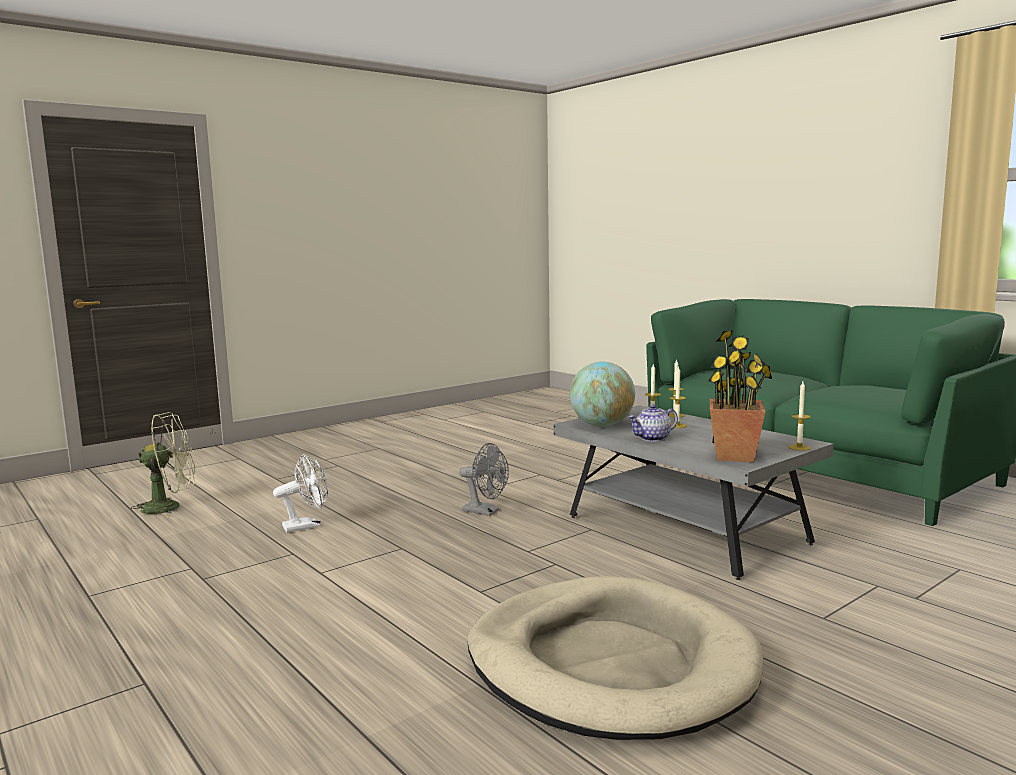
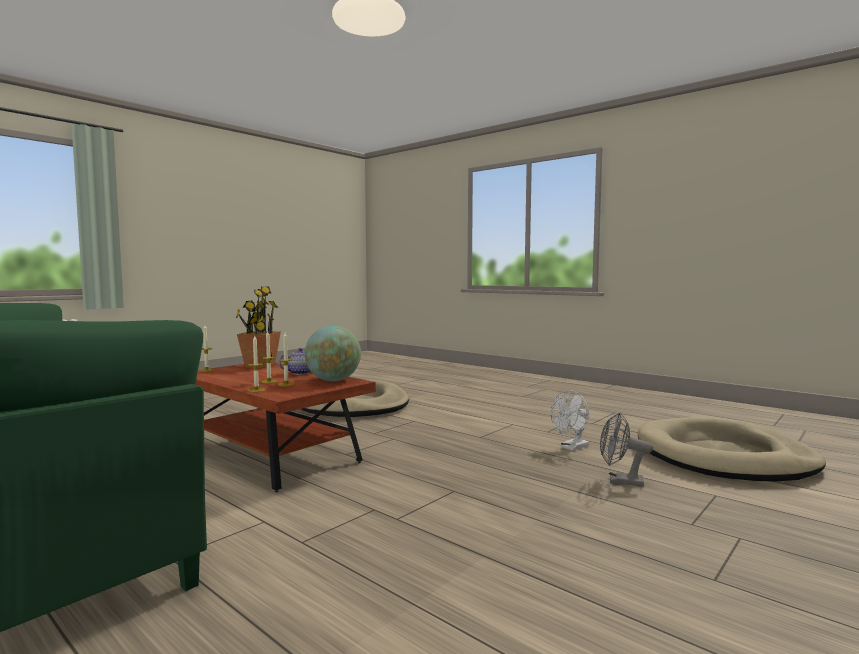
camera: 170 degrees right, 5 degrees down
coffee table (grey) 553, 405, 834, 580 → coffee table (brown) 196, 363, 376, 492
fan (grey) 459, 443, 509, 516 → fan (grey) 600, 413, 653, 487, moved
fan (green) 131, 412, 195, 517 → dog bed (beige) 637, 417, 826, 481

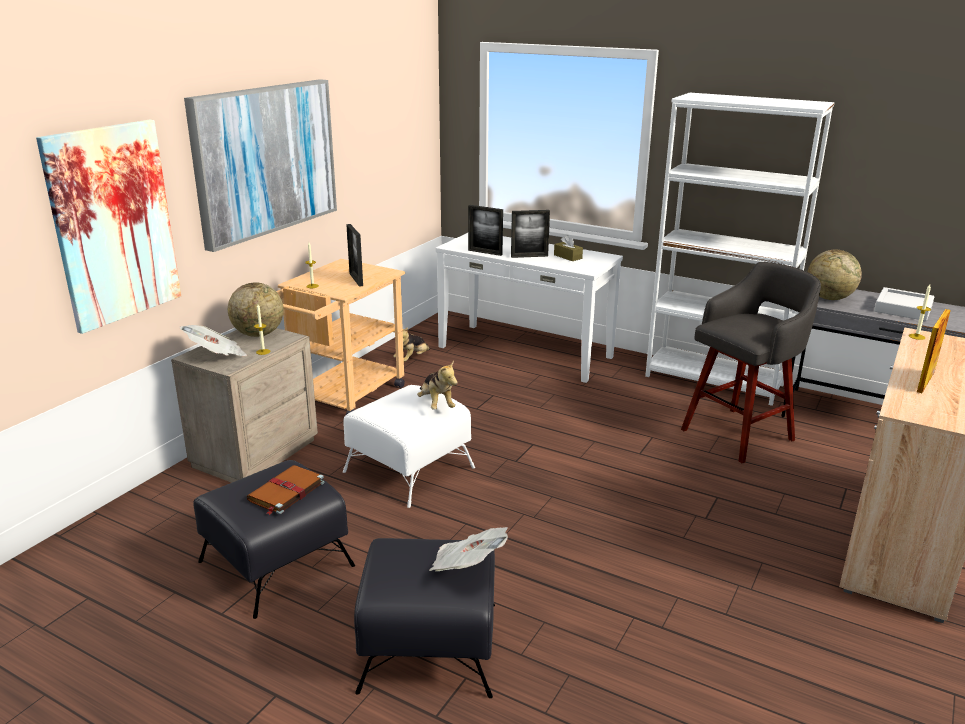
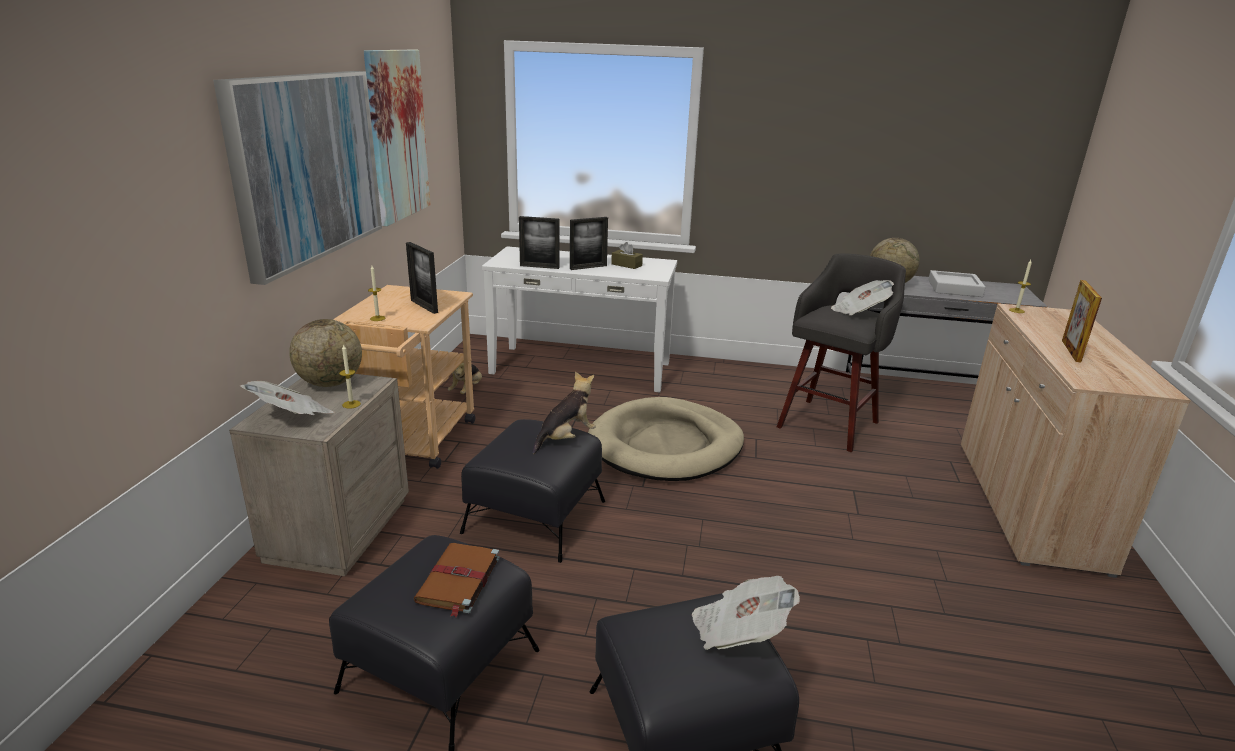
camera: 20 degrees left, 0 degrees up
picture 36, 120, 181, 334 → picture 364, 49, 431, 226, moved
ottoman (white) 343, 385, 475, 508 → ottoman (black) 460, 419, 605, 563
plush toy 417, 360, 458, 410 → plush toy 532, 372, 596, 454, 90 degrees counterclockwise
- → dog bed (beige) 588, 397, 744, 481
- → newspaper 831, 280, 894, 315
bookcase (white) 645, 93, 835, 406 → -

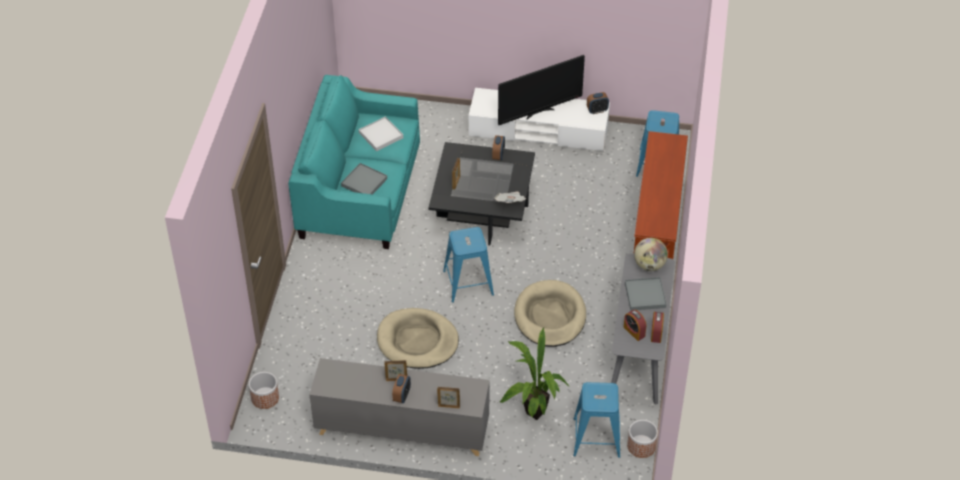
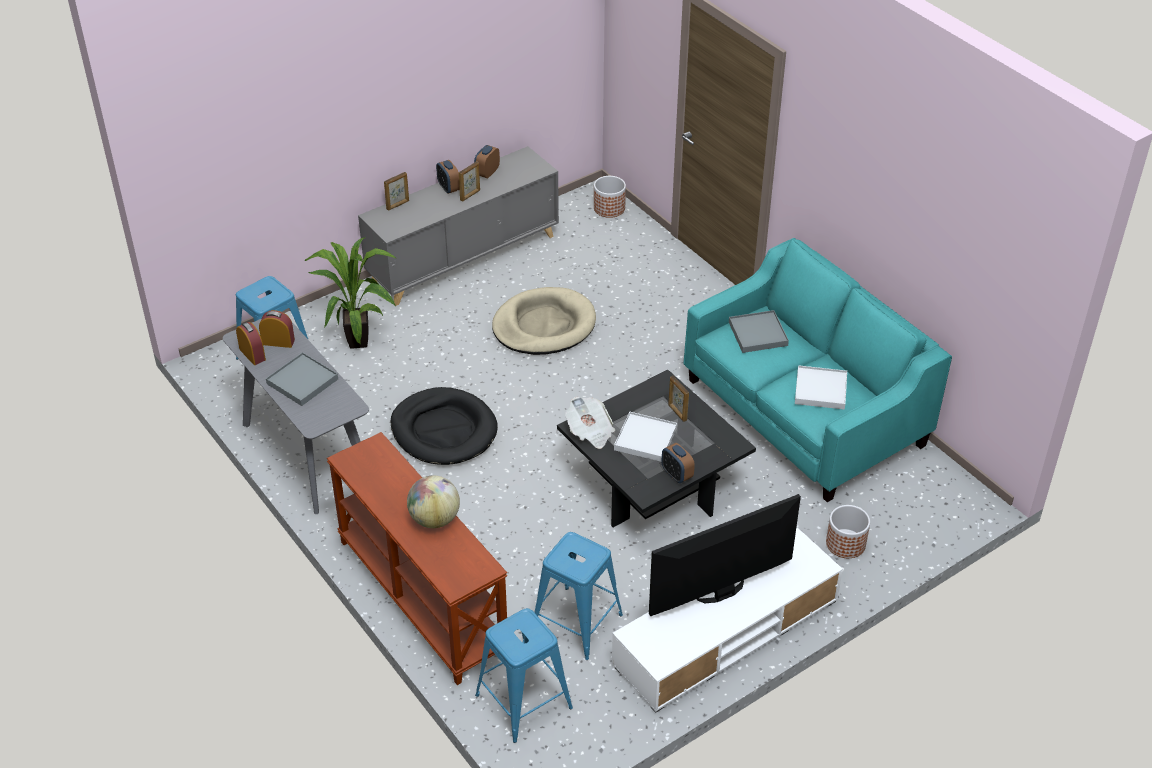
camera: 135 degrees right, 5 degrees down
dog bed (beige) 514, 280, 586, 347 → dog bed (black) 390, 387, 498, 465
globe 634, 238, 668, 271 → globe 407, 476, 460, 528, moved
alarm clock 587, 92, 609, 114 → alarm clock 474, 145, 500, 179, moved
stool (blue) 443, 227, 494, 303 → stool (blue) 534, 532, 623, 660, moved
- → tray (white) 614, 412, 677, 462
television 498, 55, 585, 125 → television 649, 494, 801, 616, 45 degrees clockwise
planter 627, 420, 658, 458 → planter 826, 505, 870, 558, moved

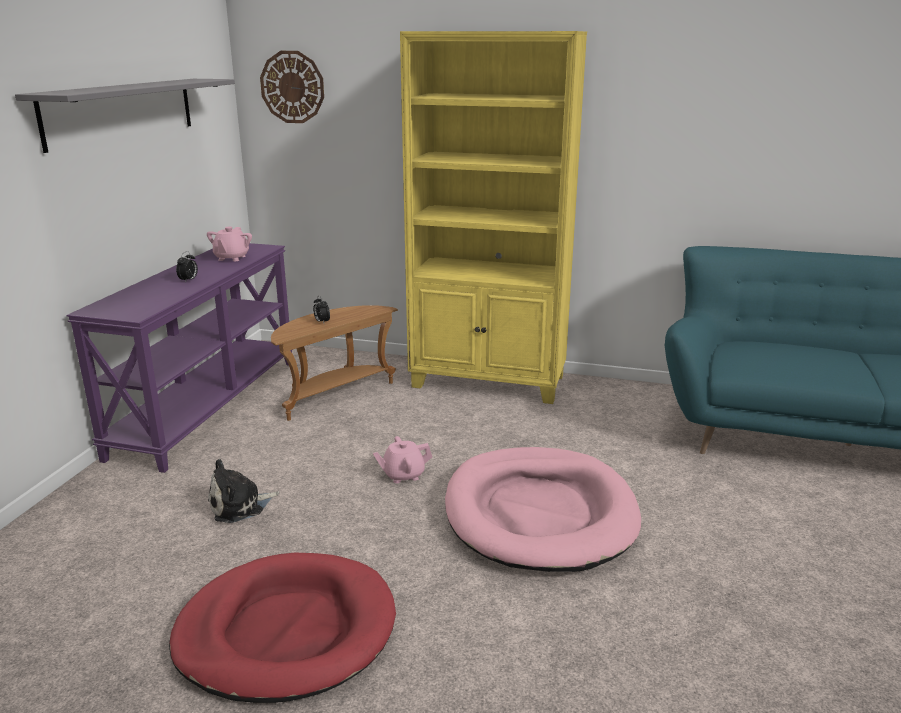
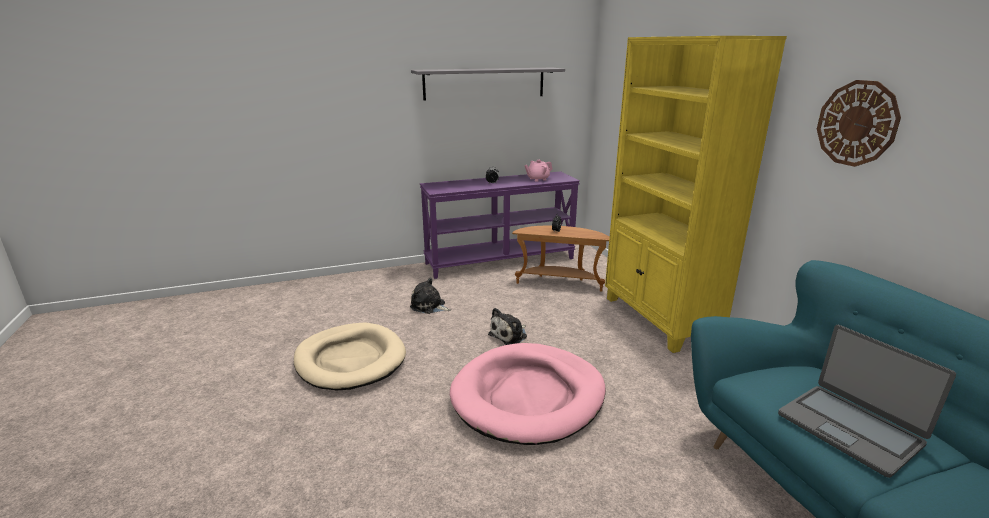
camera: 55 degrees right, 0 degrees up
dog bed (red) 169, 553, 396, 703 → dog bed (beige) 294, 323, 406, 390
teapot (pink) 373, 436, 432, 483 → plush toy 488, 308, 527, 345
- → laptop 778, 325, 956, 478
wall clock 260, 51, 324, 123 → wall clock 817, 80, 901, 167, moved

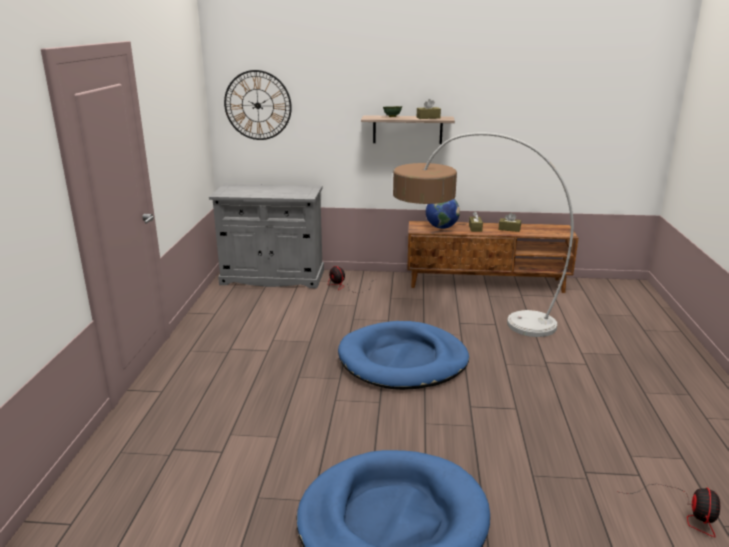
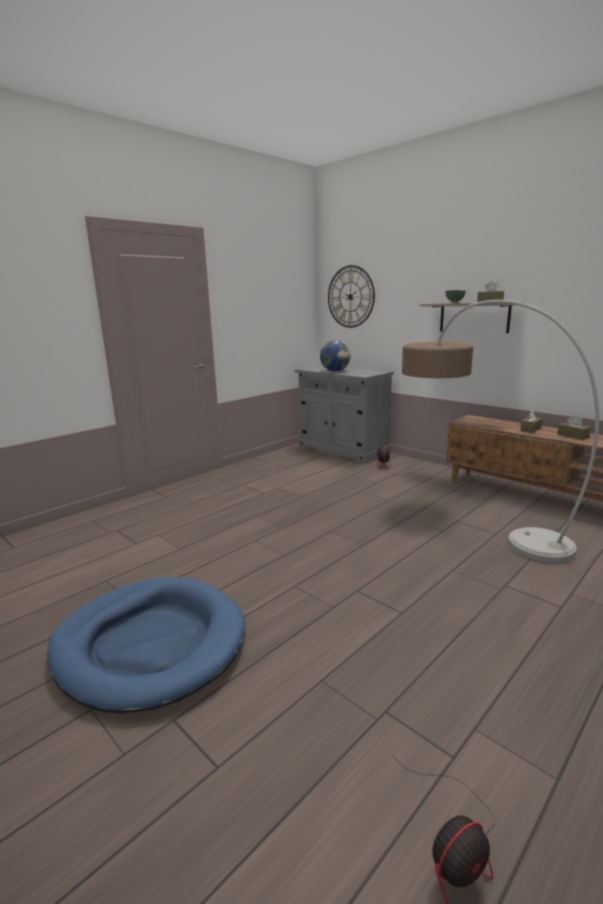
camera: 40 degrees right, 5 degrees down
globe 426, 199, 460, 229 → globe 320, 341, 350, 371, moved
dog bed (blue) 338, 321, 469, 390 → -

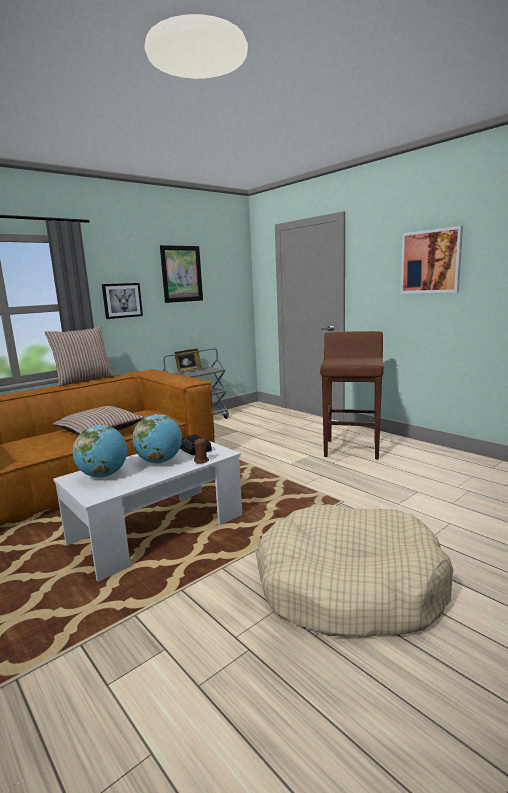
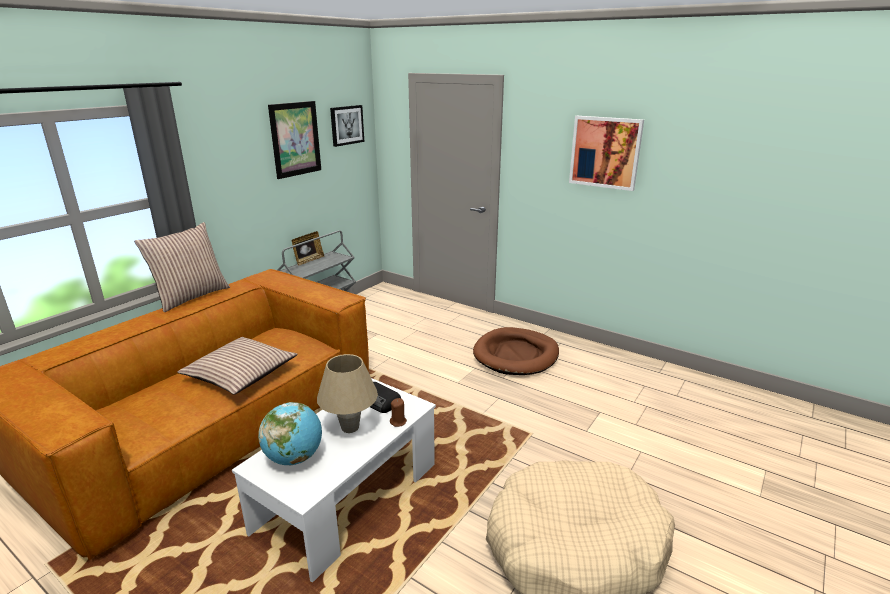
camera: 15 degrees left, 10 degrees up
globe 132, 414, 182, 464 → table lamp (beige) 317, 354, 378, 433
picture 102, 283, 143, 319 → picture 330, 105, 364, 147, moved
stool (brown) 320, 331, 384, 459 → dog bed (brown) 473, 327, 559, 375

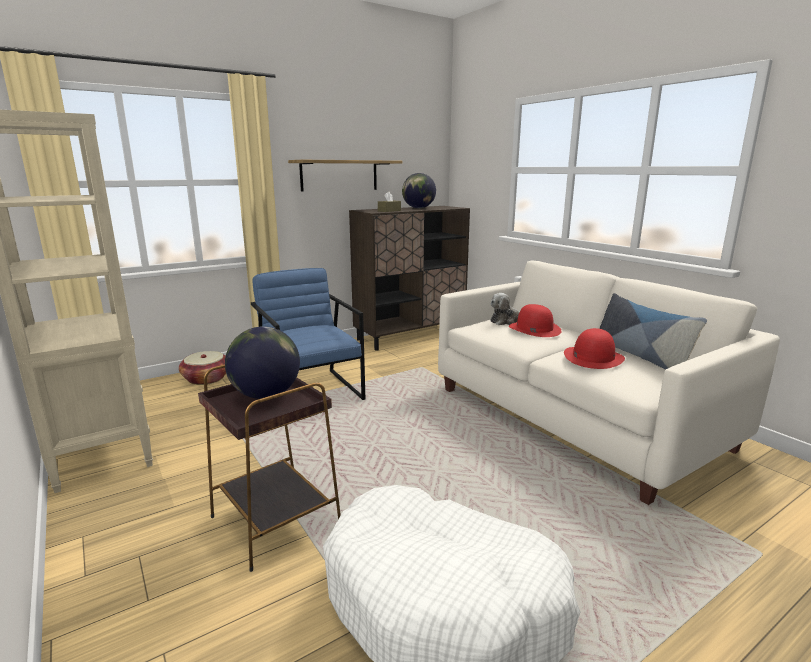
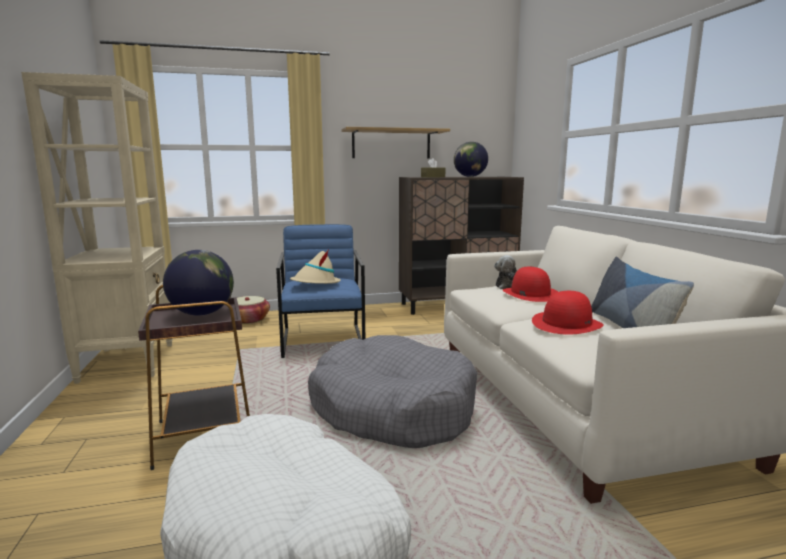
camera: 20 degrees right, 5 degrees down
- → hat (beige) 290, 249, 341, 284
- → dog bed (grey) 308, 335, 477, 448

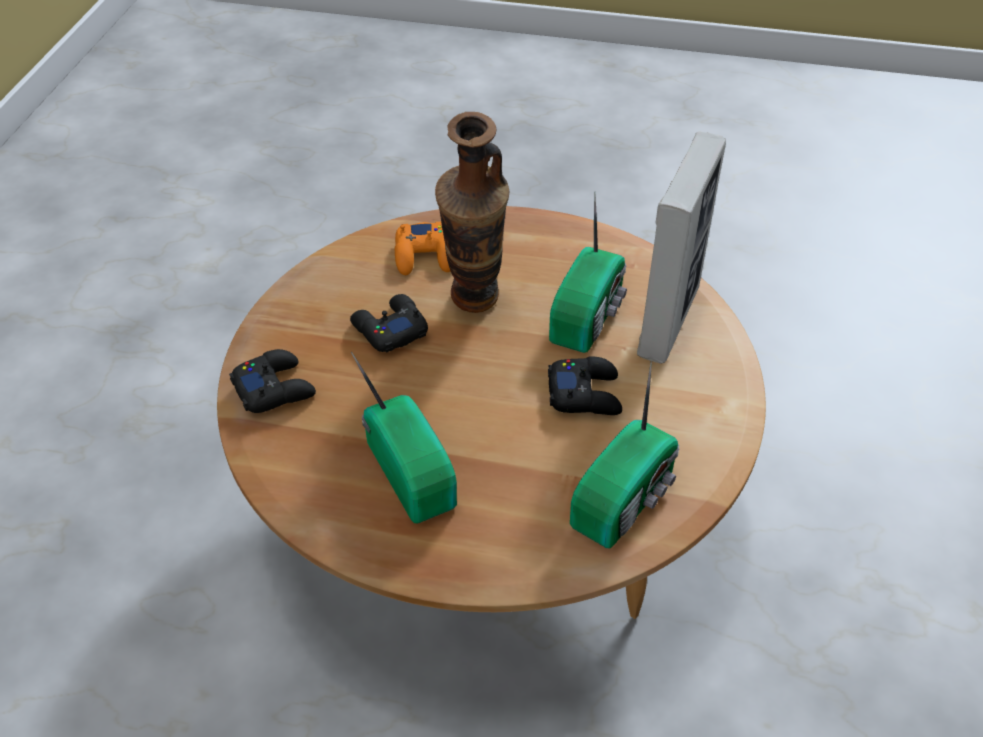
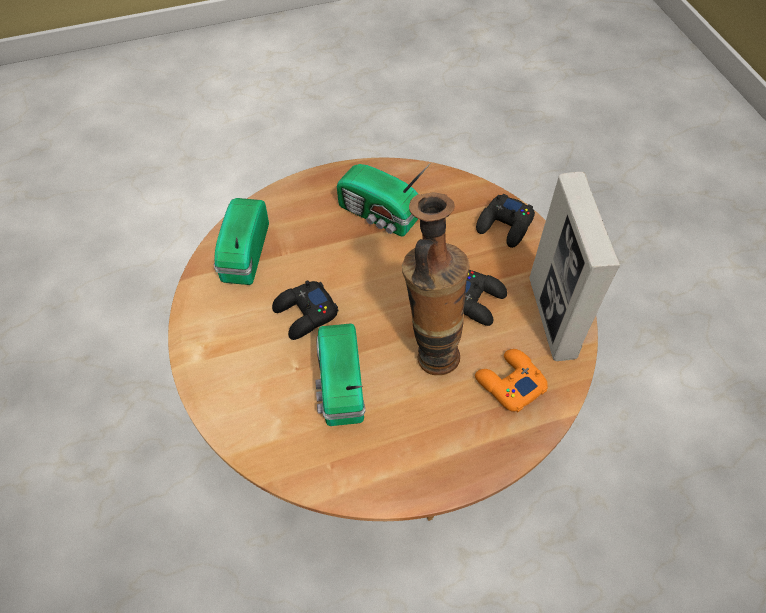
camera: 150 degrees right, 10 degrees up
picture frame 637, 131, 726, 364 → picture frame 529, 172, 620, 361, moved

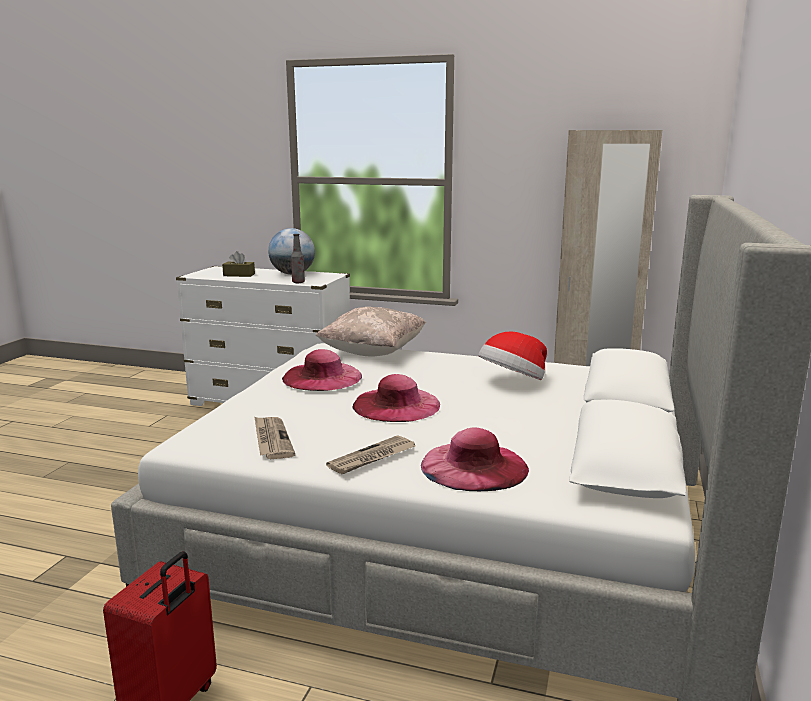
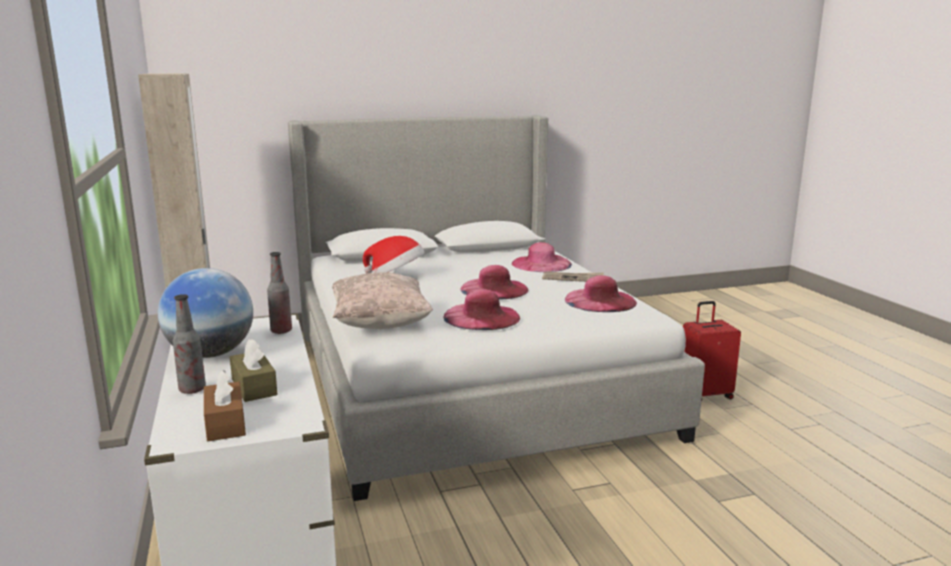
camera: 125 degrees left, 0 degrees up
- → bottle 173, 294, 206, 394
- → tissue box (brown) 204, 370, 246, 441
newspaper 254, 416, 295, 459 → hat (pink) 565, 275, 637, 312

